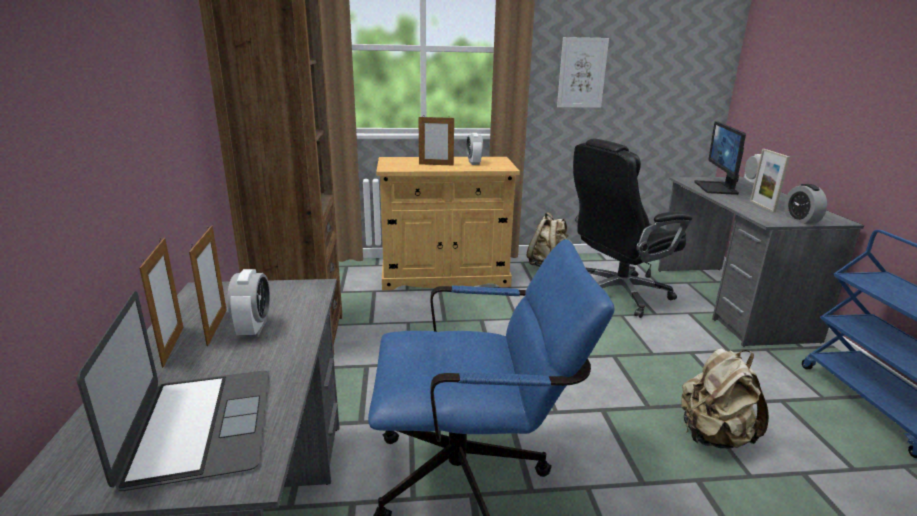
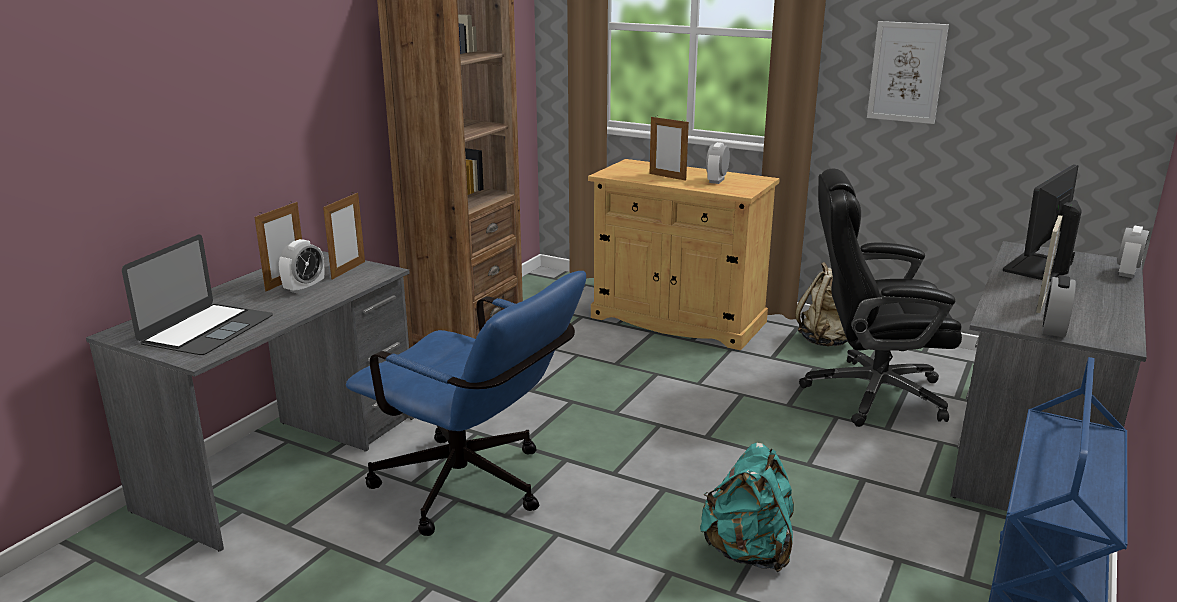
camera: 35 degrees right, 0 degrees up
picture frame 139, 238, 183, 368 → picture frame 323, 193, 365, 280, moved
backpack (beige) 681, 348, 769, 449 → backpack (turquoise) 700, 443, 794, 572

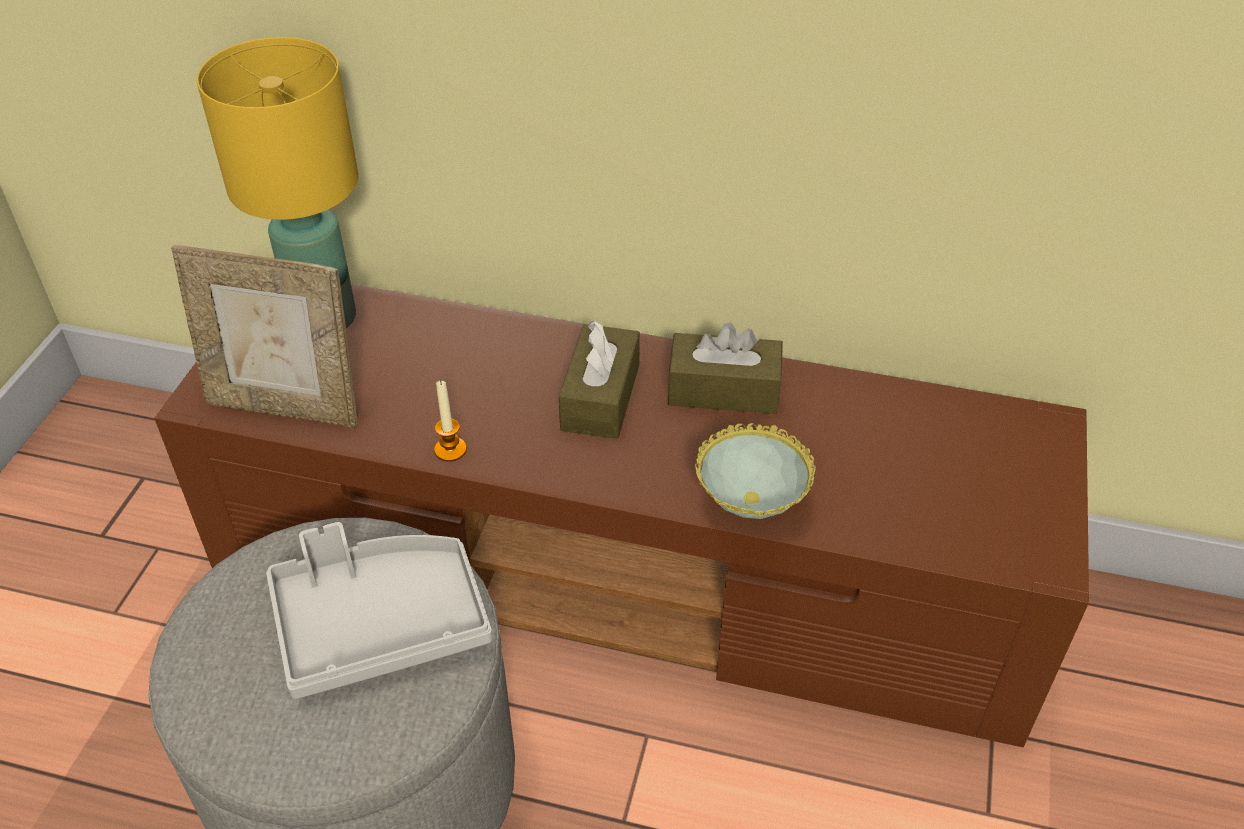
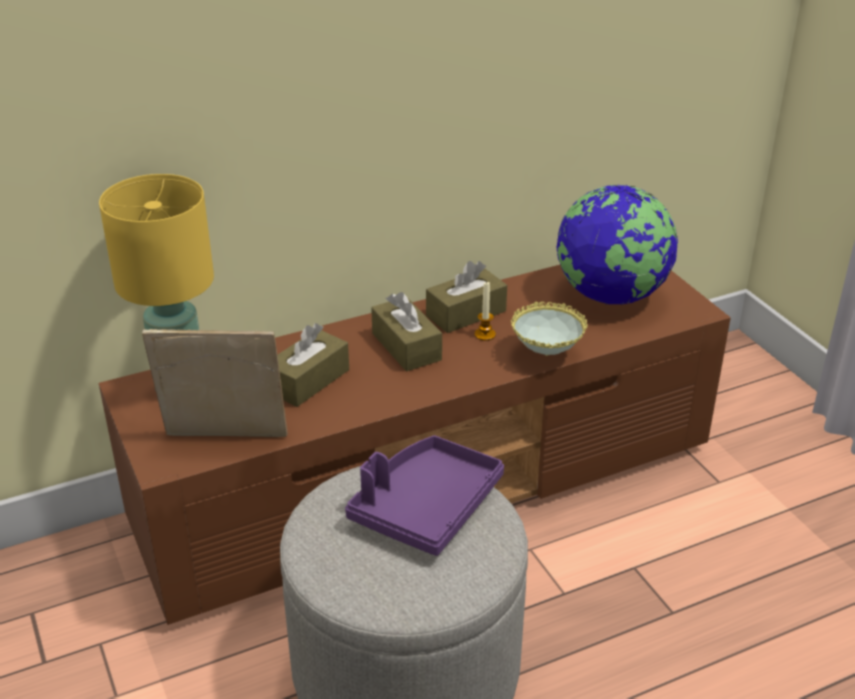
camera: 40 degrees left, 10 degrees down
picture frame 171, 245, 358, 428 → picture frame 142, 329, 288, 437, 150 degrees counterclockwise
- → tissue box (brown) 277, 323, 349, 407
tray (grey) 266, 522, 492, 699 → tray (purple) 345, 435, 504, 556
candle 434, 380, 467, 462 → candle 475, 282, 496, 341, moved
- → globe 557, 185, 678, 305

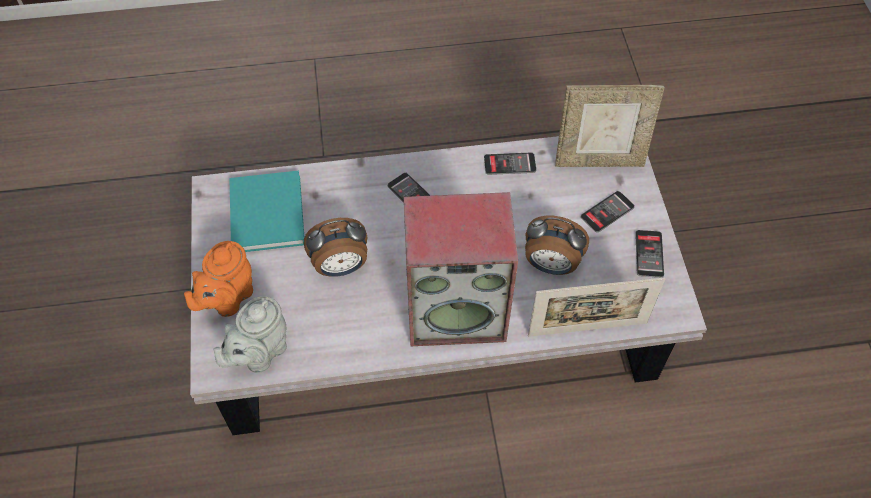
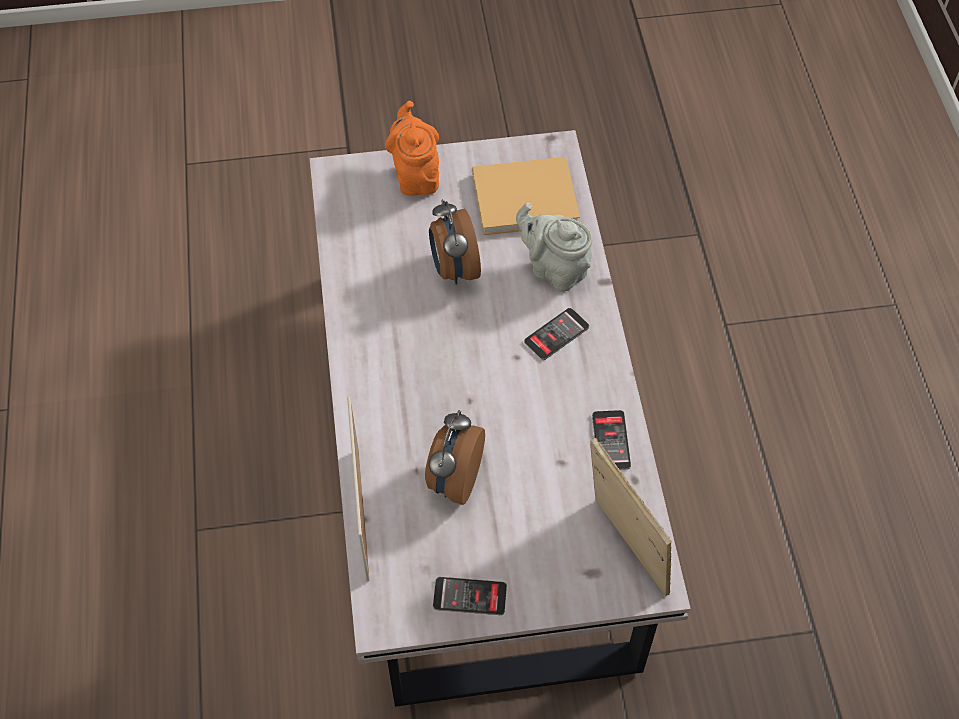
camera: 90 degrees right, 0 degrees up
teapot (orange) 184, 241, 253, 317 → teapot (orange) 385, 101, 439, 196, 45 degrees clockwise
book (turquoise) 229, 170, 304, 252 → book (beige) 472, 157, 580, 235
teapot (grey) 213, 296, 287, 373 → teapot (grey) 516, 203, 592, 292, moved
picture frame 555, 85, 665, 167 → picture frame 590, 438, 672, 596, 150 degrees clockwise
speaker 404, 192, 518, 346 → -
phone 581, 191, 635, 233 → -

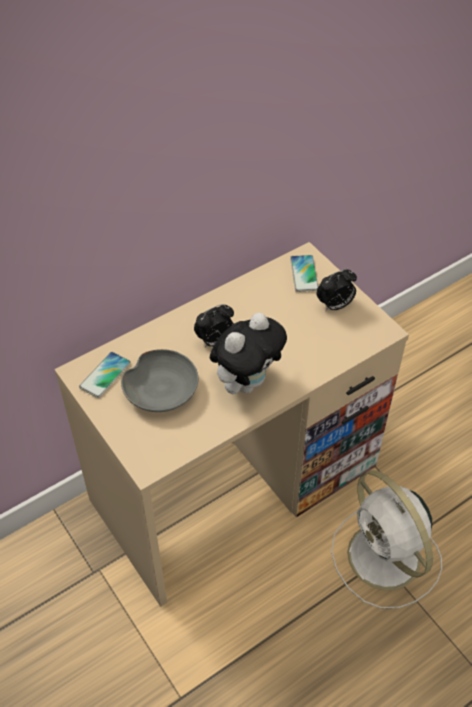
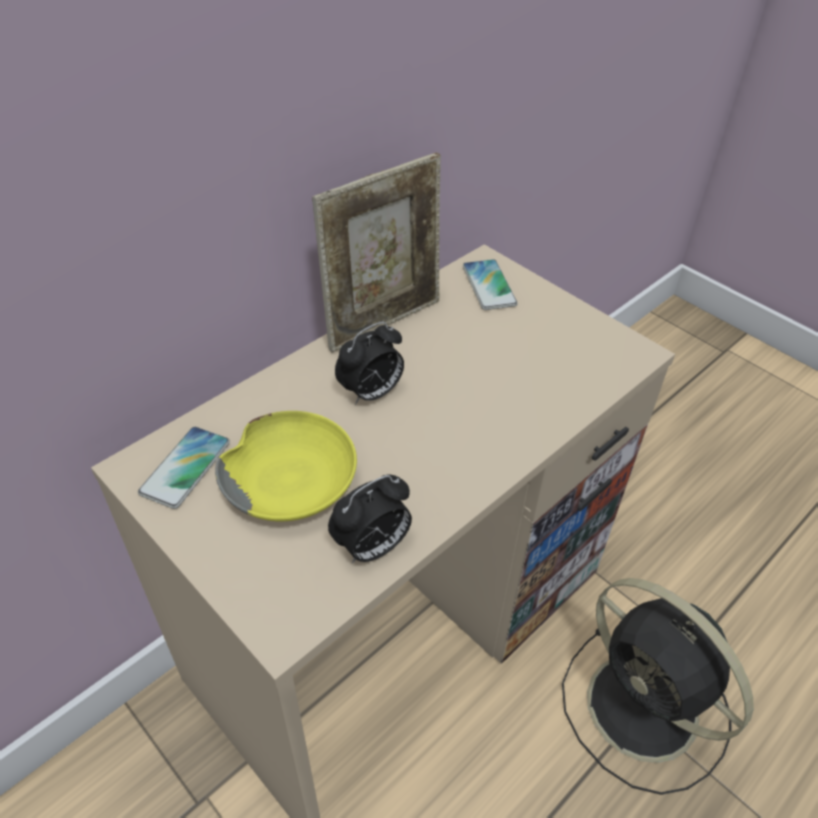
camera: 10 degrees left, 5 degrees down
bowl (grey) 121, 349, 198, 412 → bowl (yellow) 215, 411, 357, 521
- → picture frame 312, 152, 441, 353
alarm clock 317, 269, 357, 311 → alarm clock 328, 474, 412, 564, moved
fan (white) 331, 470, 442, 609 → fan (black) 562, 578, 754, 795
plush toy 210, 313, 287, 394 → -

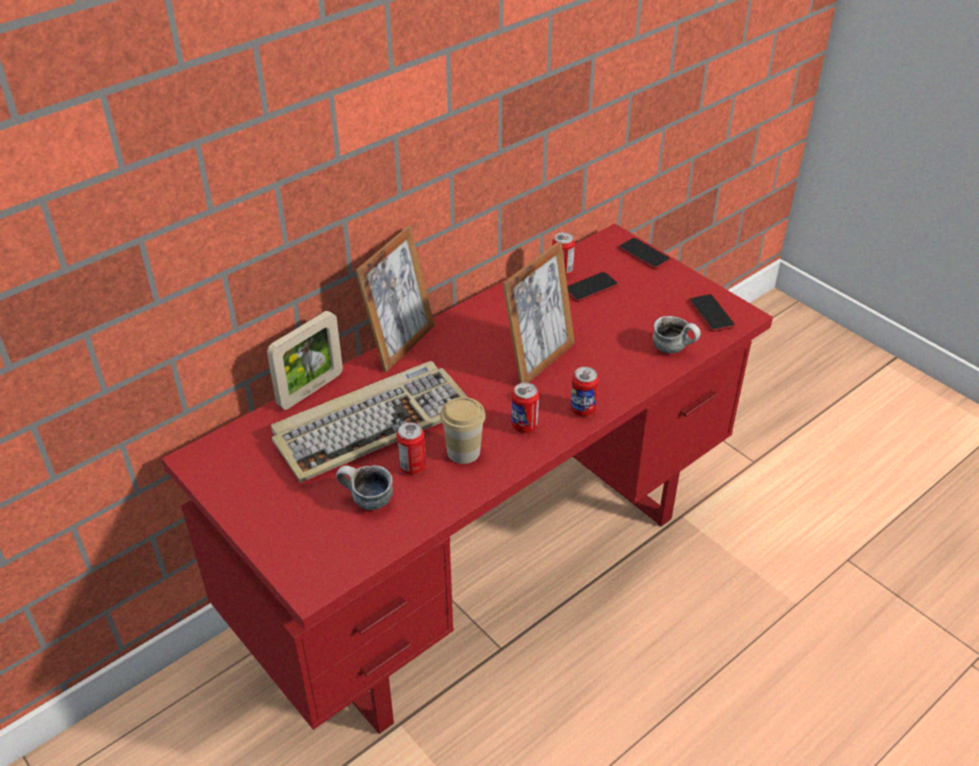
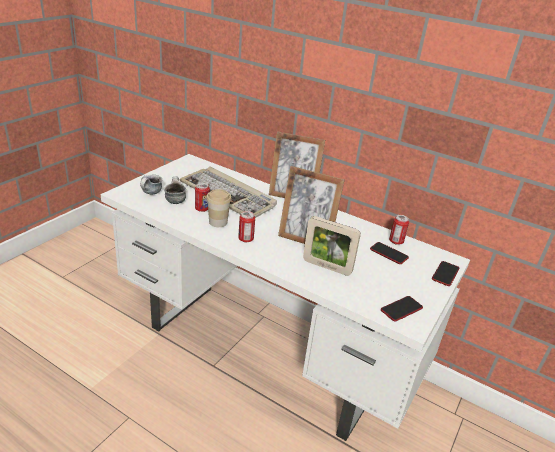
camera: 70 degrees right, 10 degrees down
desk (red) 161, 223, 773, 734 → desk (white) 100, 154, 470, 441
mug 653, 316, 700, 353 → mug 140, 175, 162, 195, moved
picture frame 267, 311, 343, 410 → picture frame 303, 216, 361, 276, moved
can 570, 367, 599, 417 → -

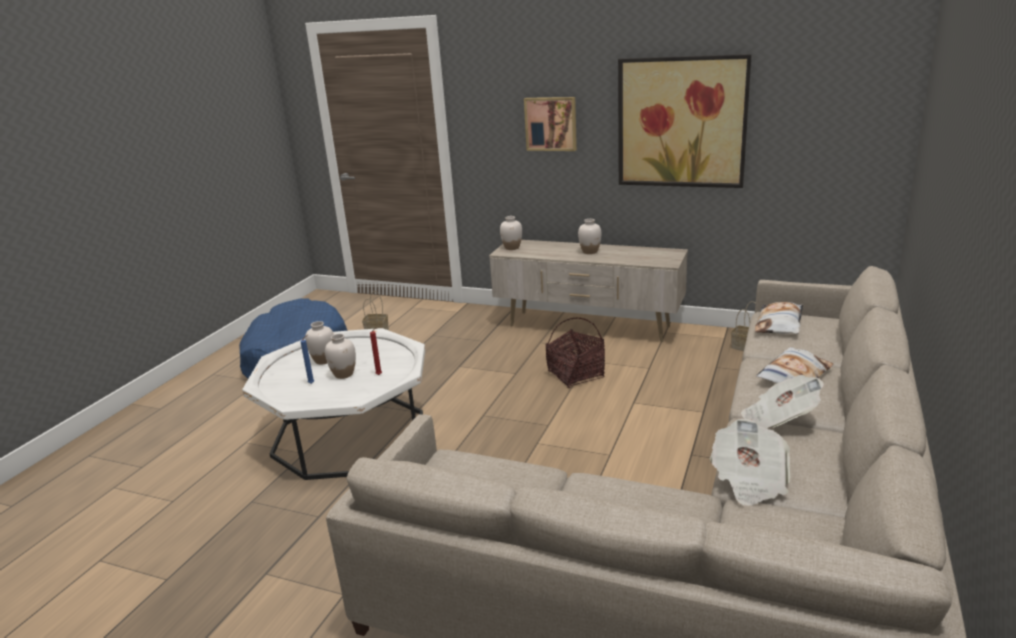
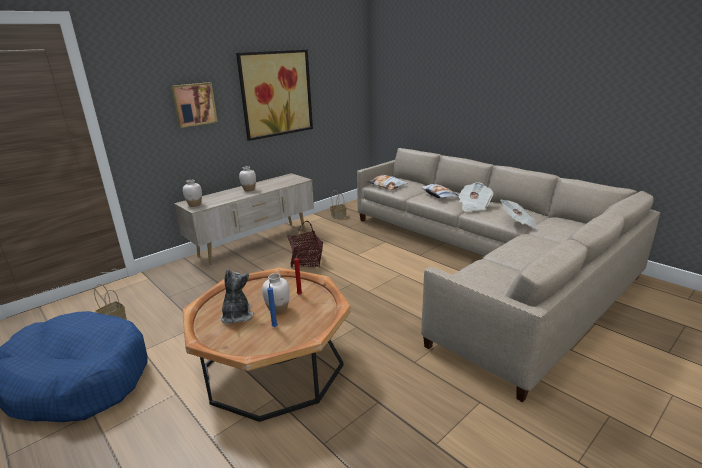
camera: 65 degrees left, 0 degrees up
coffee table (white) 242, 328, 425, 480 → coffee table (brown) 183, 267, 351, 422
vase (white) 305, 321, 334, 364 → plush toy 221, 269, 253, 324

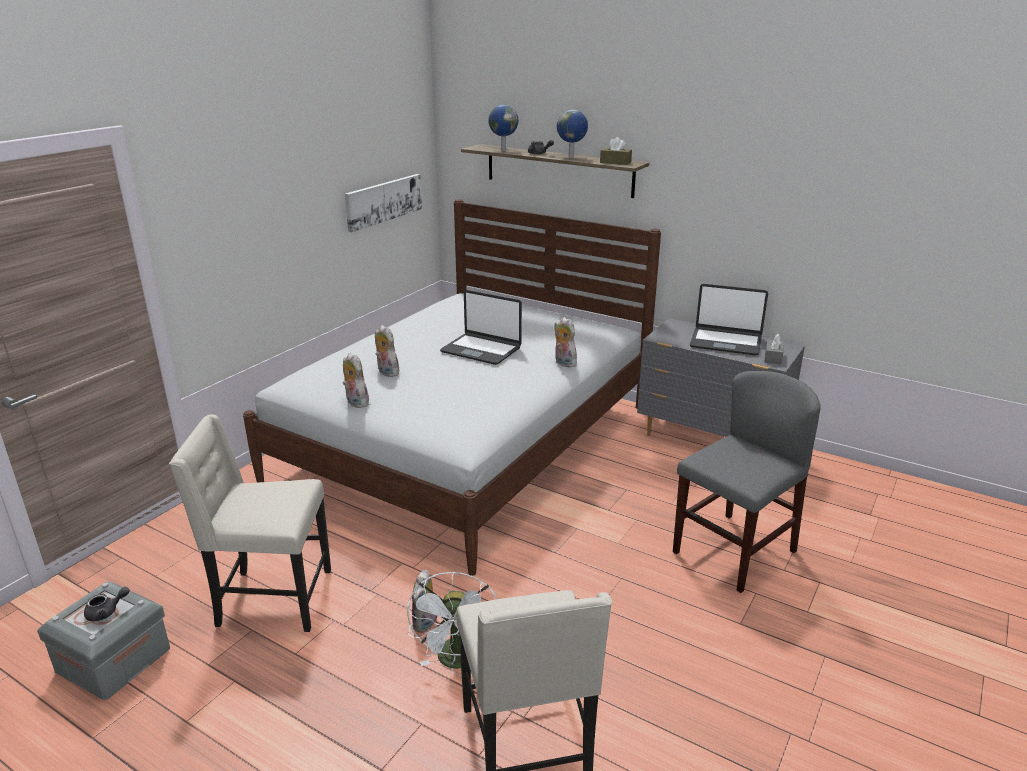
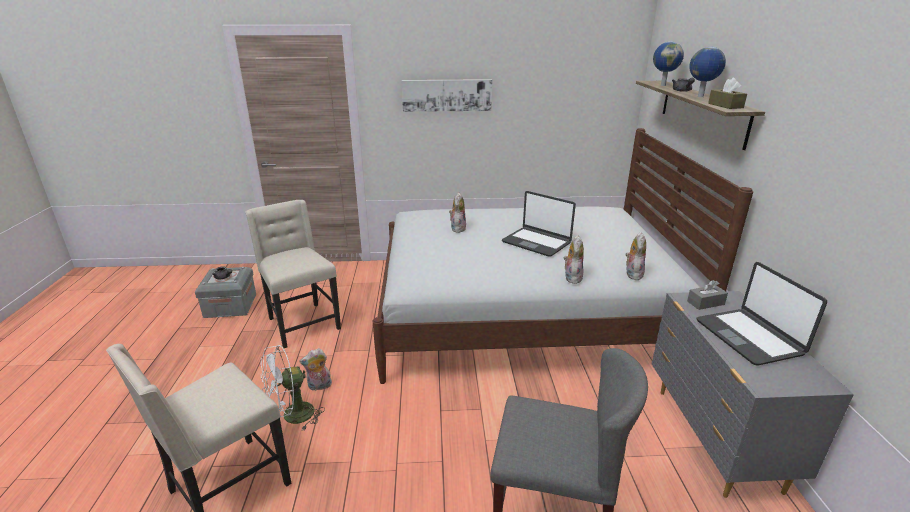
camera: 55 degrees right, 0 degrees up
picture 345, 174, 422, 232 → picture 402, 79, 492, 112, moved
laptop 440, 290, 522, 365 → laptop 502, 191, 576, 257, 45 degrees counterclockwise
plush toy 343, 353, 369, 408 → plush toy 625, 232, 646, 280, moved
tissue box (grey) 764, 334, 784, 365 → tissue box (grey) 687, 280, 728, 310, moved

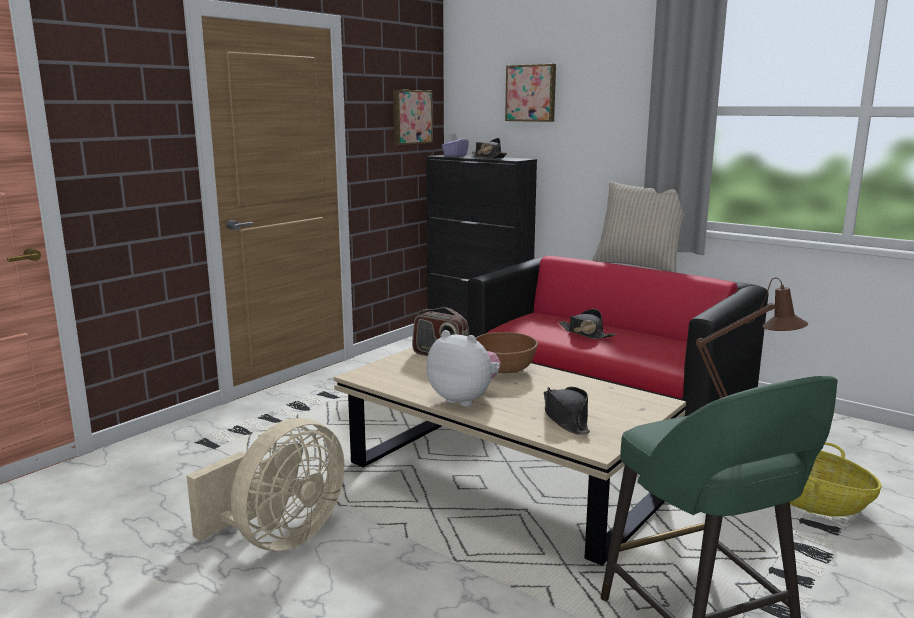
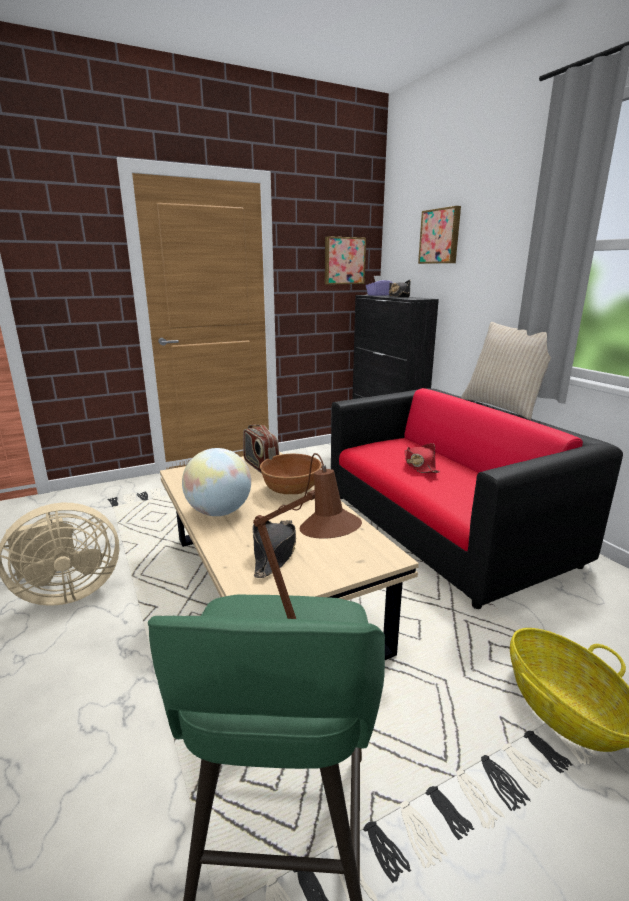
camera: 25 degrees right, 5 degrees up
plush toy 427, 330, 501, 407 → globe 182, 448, 251, 516
hat (black) 559, 309, 616, 339 → hat (red) 404, 443, 440, 473

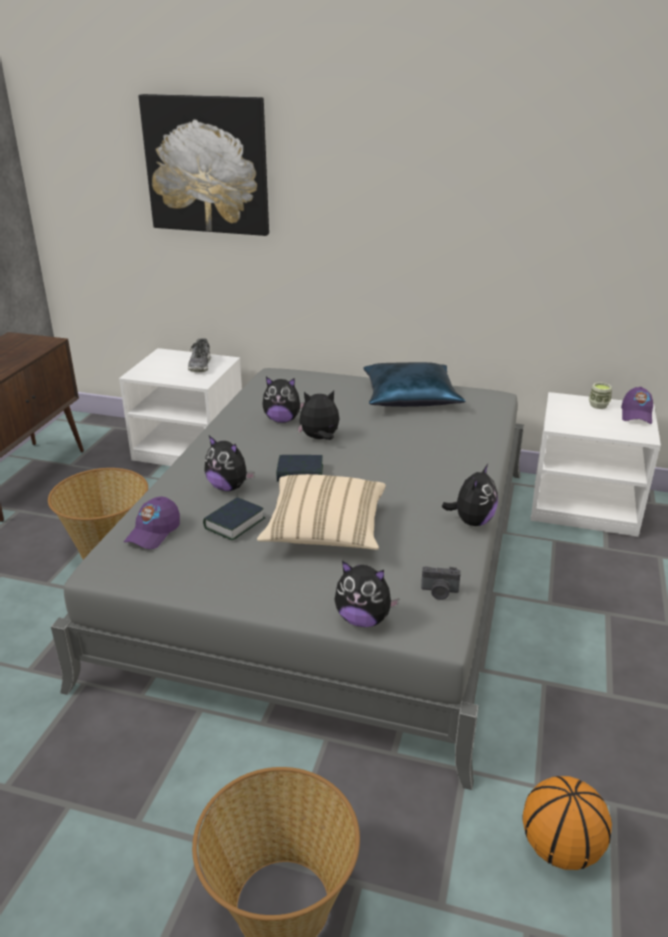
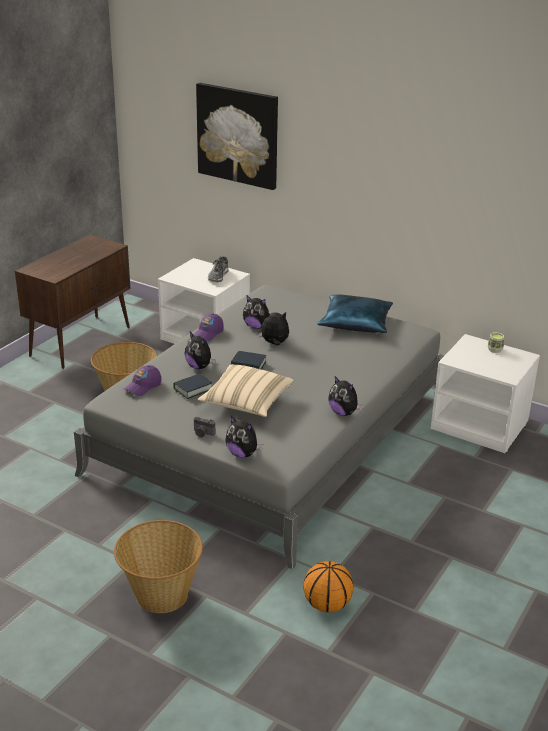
camera: 15 degrees right, 0 degrees up
cap (purple) 621, 387, 653, 424 → cap (purple) 194, 314, 224, 341, moved
photo camera 421, 567, 461, 600 → photo camera 194, 417, 215, 438, moved
plush toy 442, 464, 498, 526 → plush toy 328, 376, 363, 416, 90 degrees clockwise

